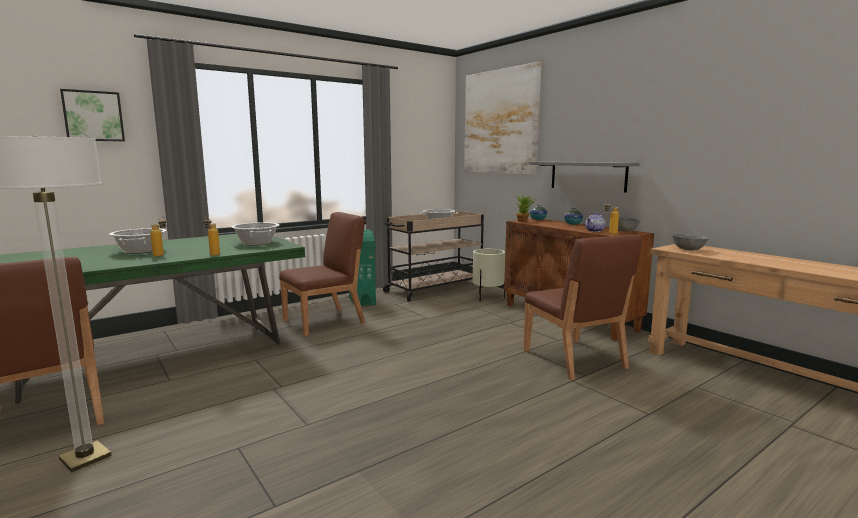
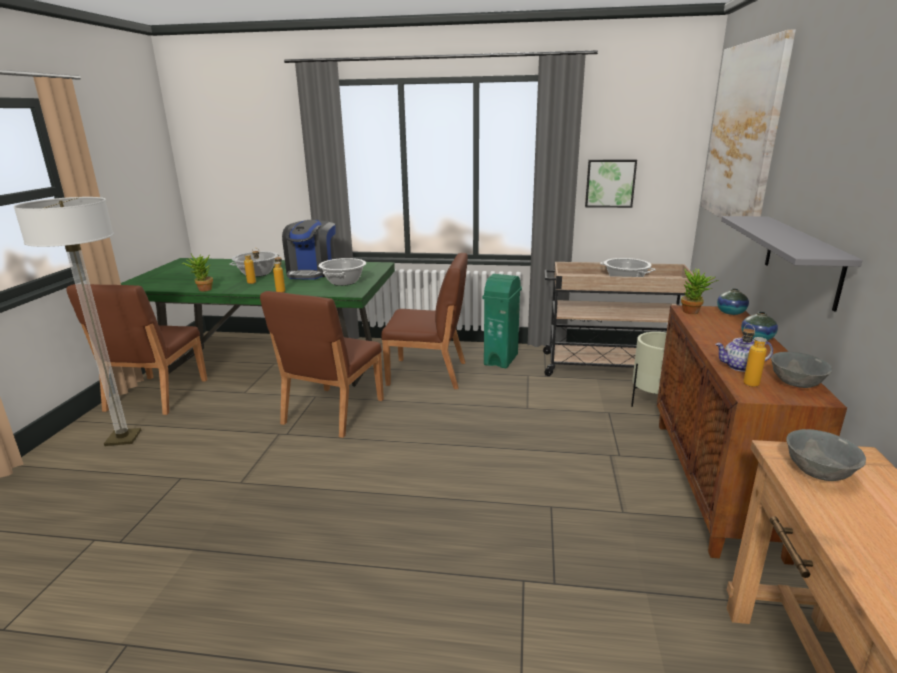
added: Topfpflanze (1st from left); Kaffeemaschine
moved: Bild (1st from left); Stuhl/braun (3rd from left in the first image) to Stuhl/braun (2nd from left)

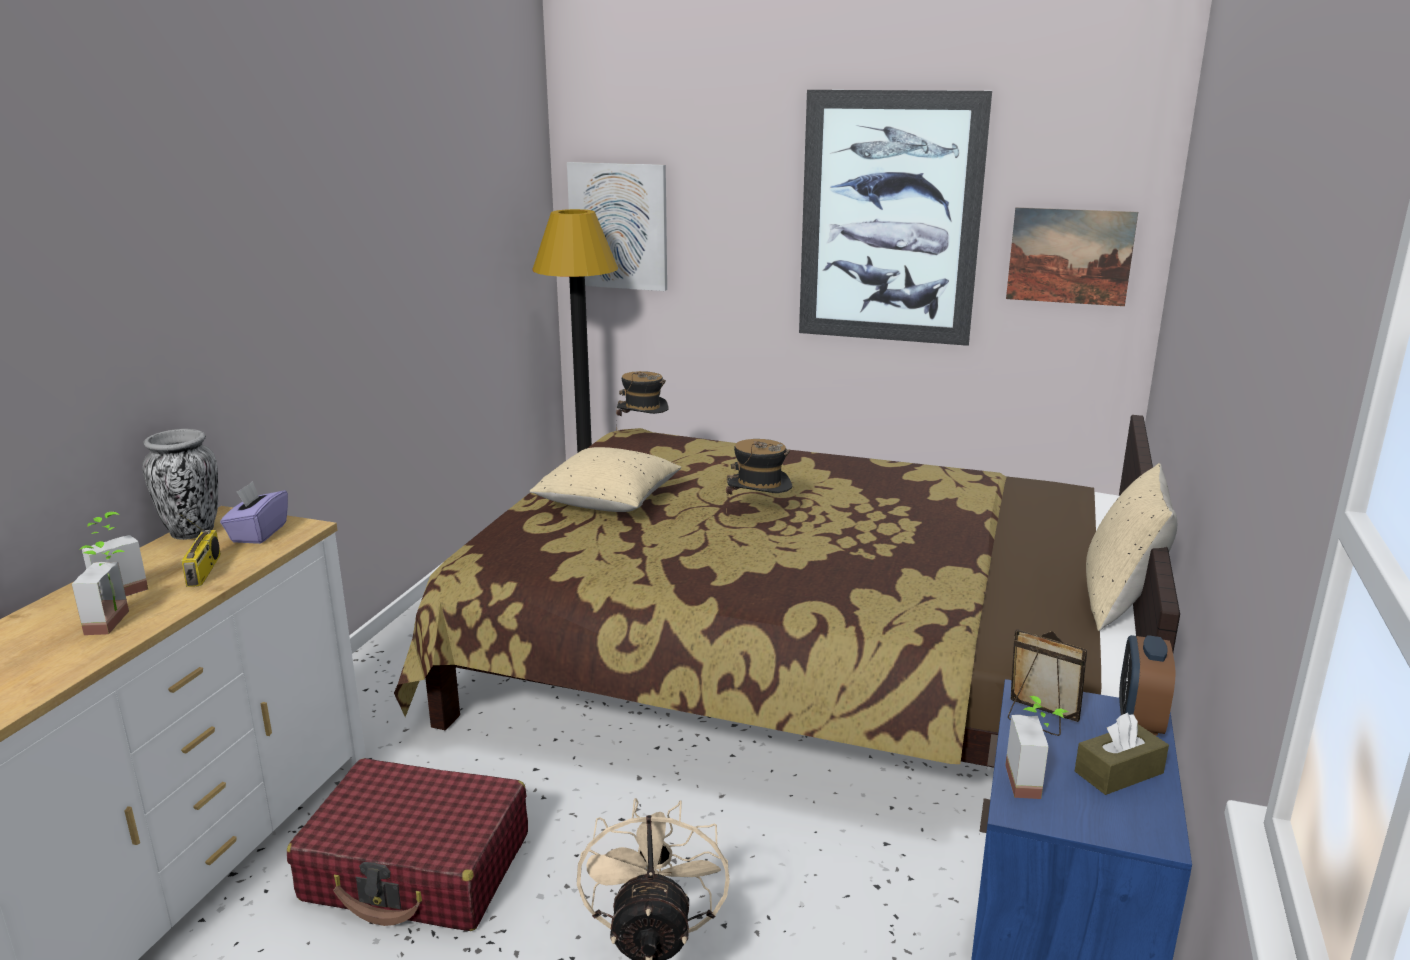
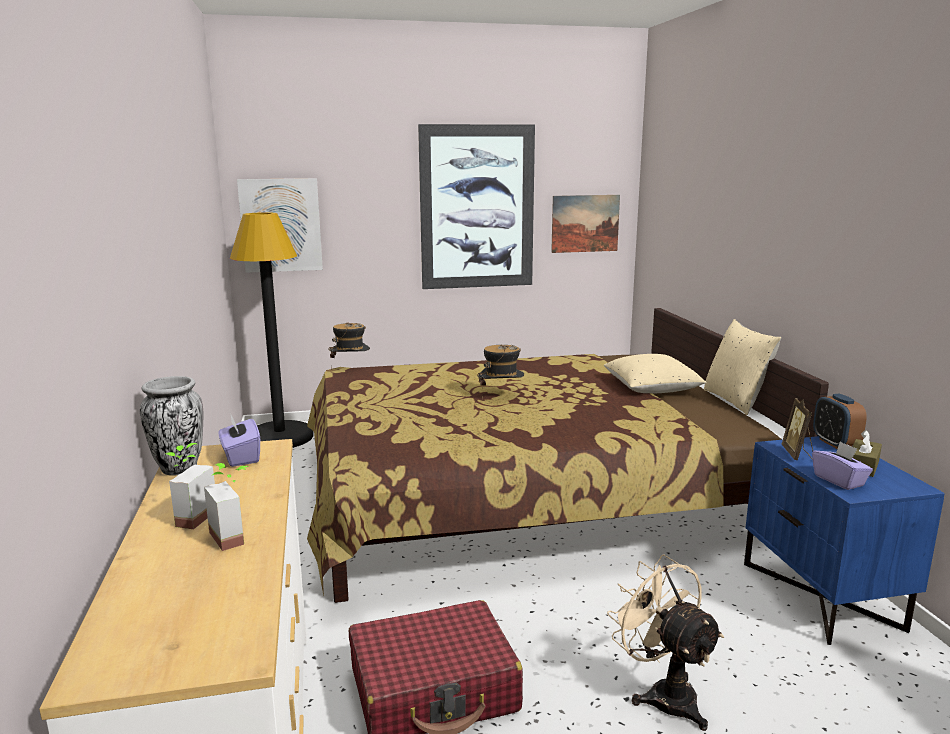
removed: Radio
moved: Kissen/beige (1st from left)
replaced: Topfpflanze (3rd from left) to Taschentuchbox/lila (2nd from left)
turned: Bilderrahmen 90 degrees counterclockwise

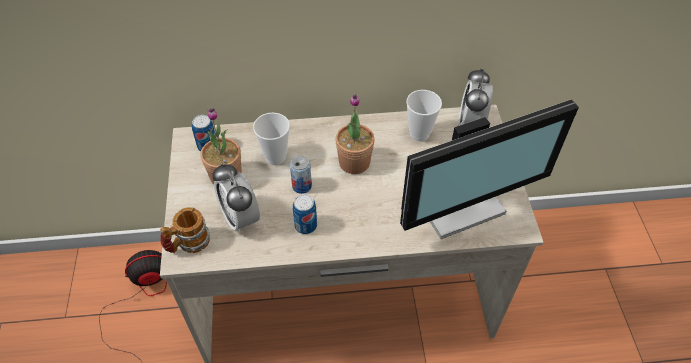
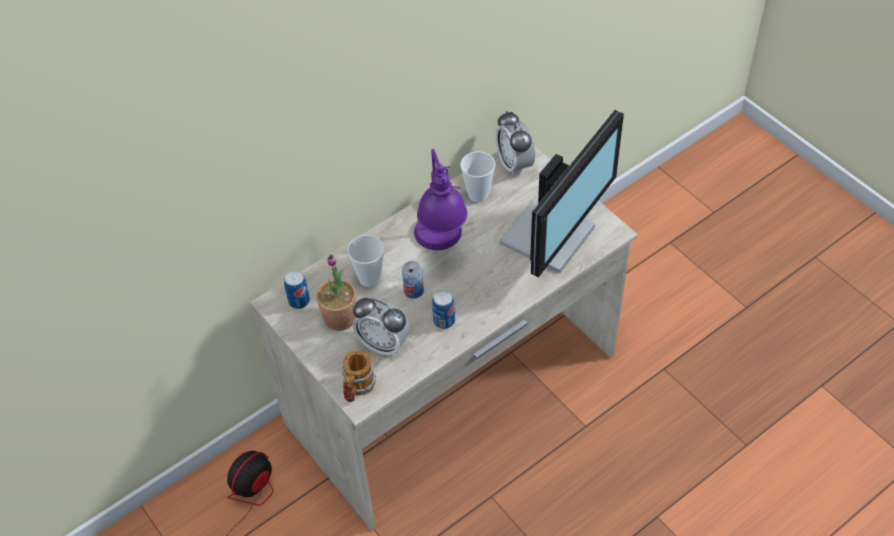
replaced: Topfpflanze (2nd from left) to Tischlampe/lila

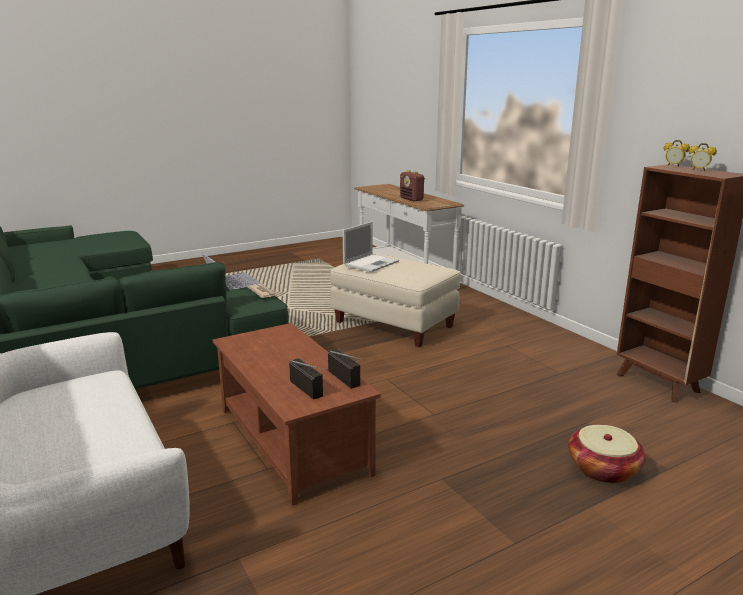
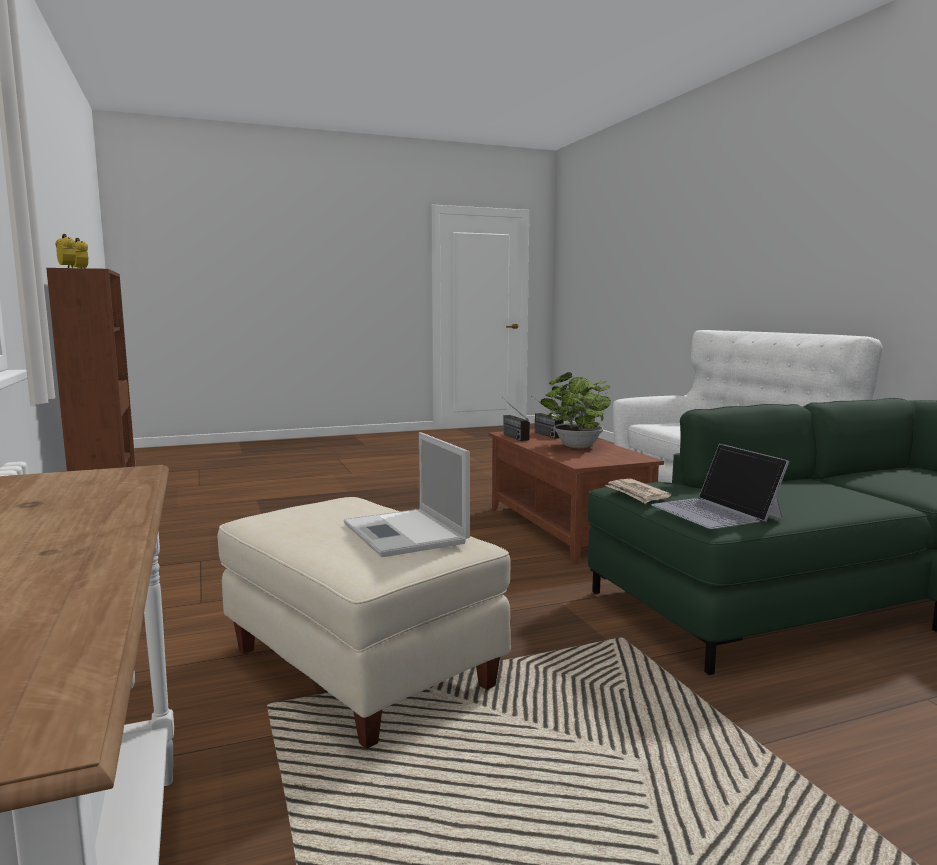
removed: Radio (3rd from left); Korb
added: Topfpflanze
turned: Laptop (2nd from left in the first image) 75 degrees counterclockwise

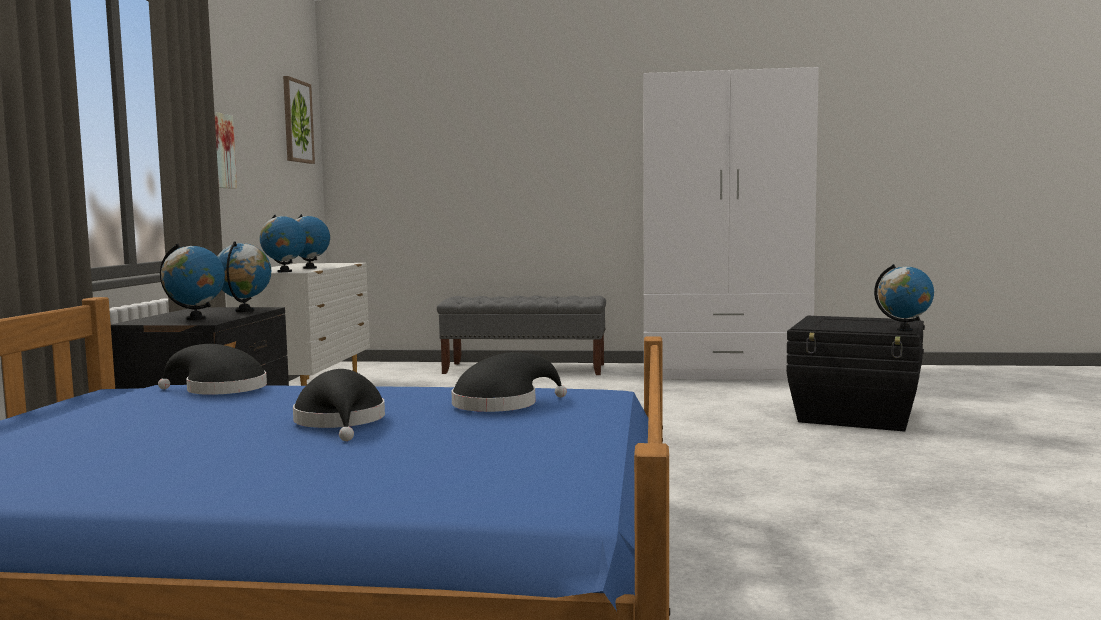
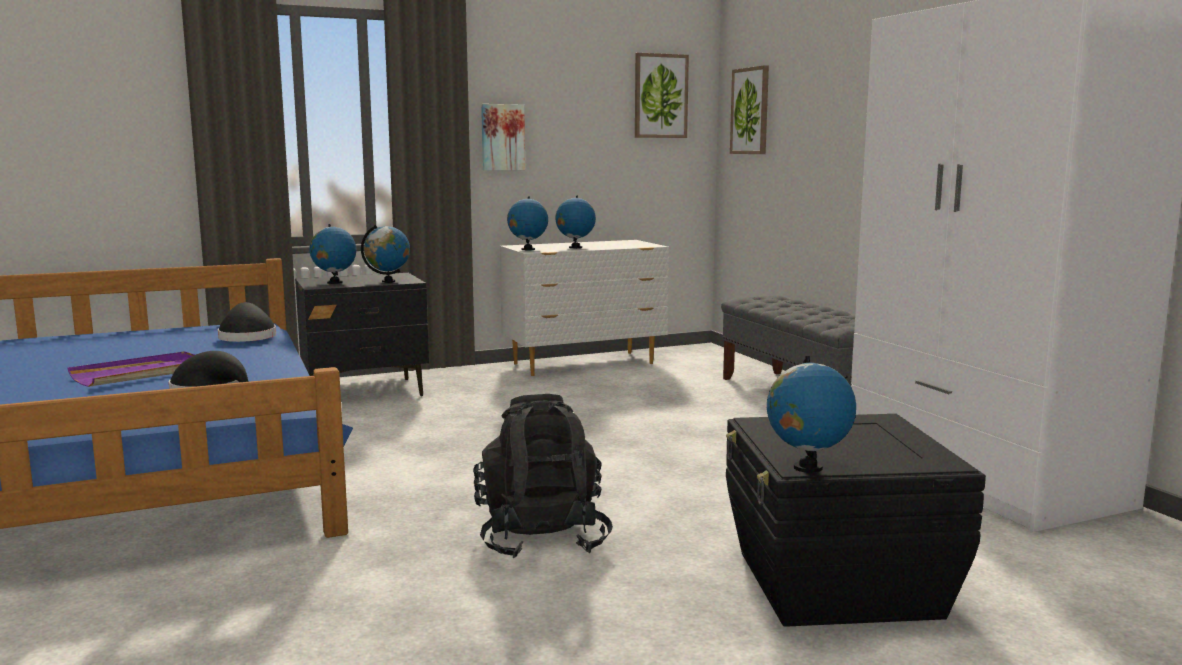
added: Rucksack/schwarz; Bild (3rd from left)
replaced: Hut/schwarz (2nd from left) to Tablett/lila

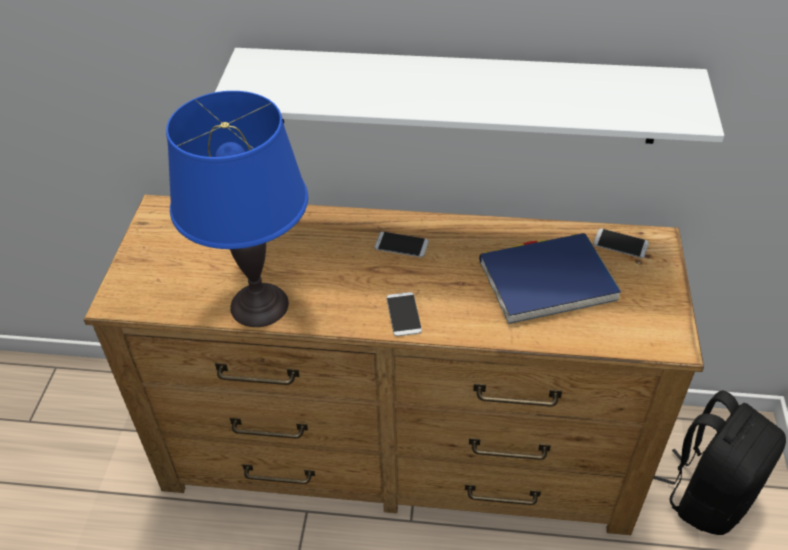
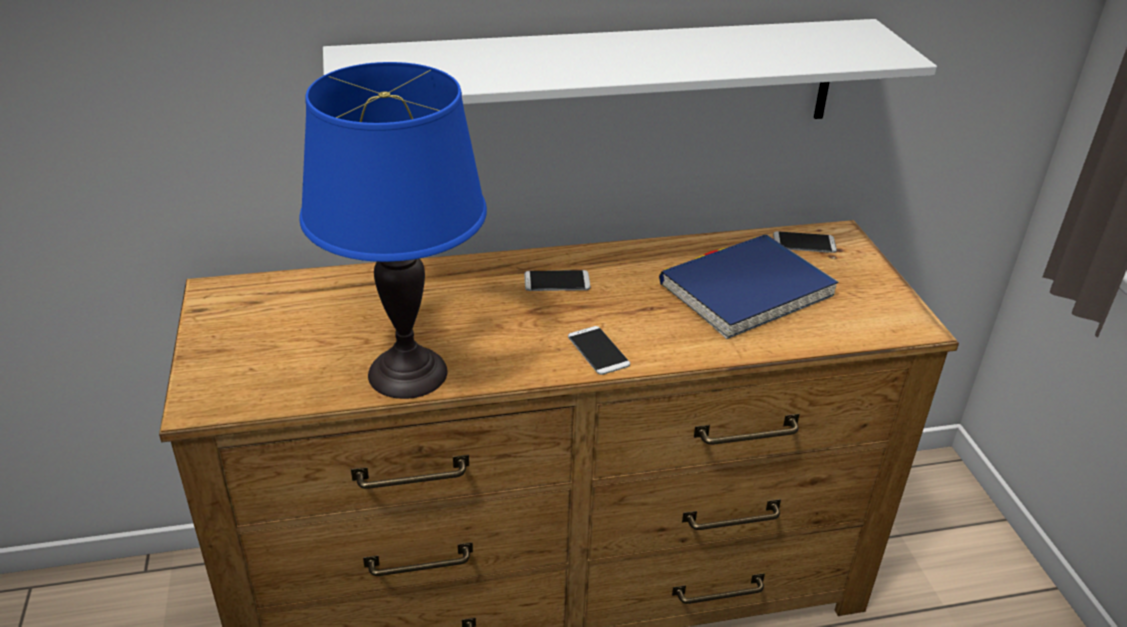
removed: Rucksack/schwarz

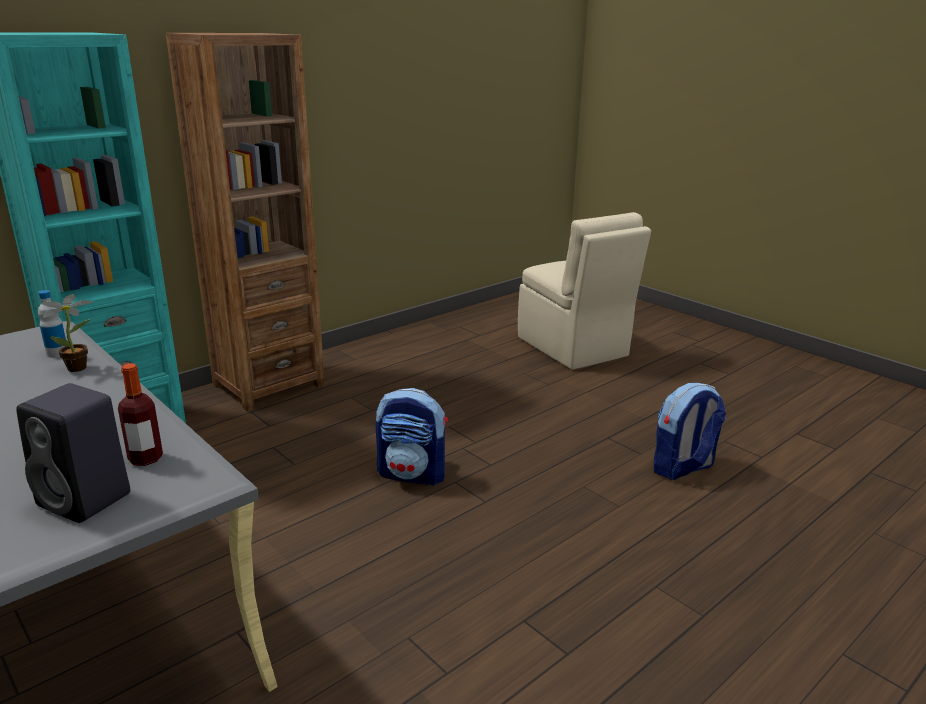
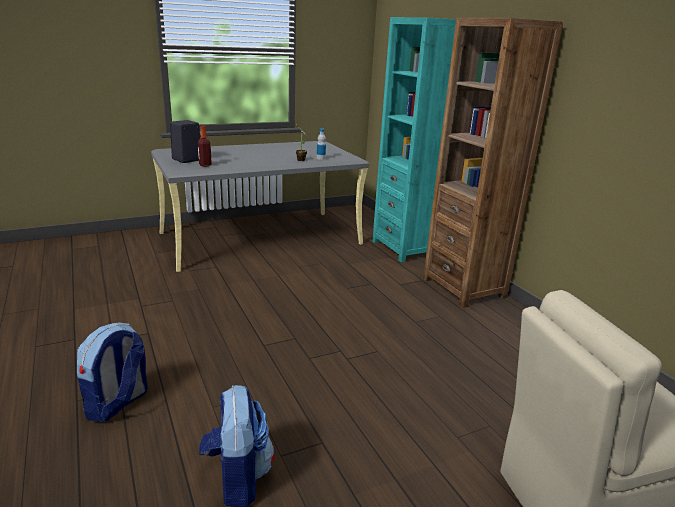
moved: Rucksack (1st from left)

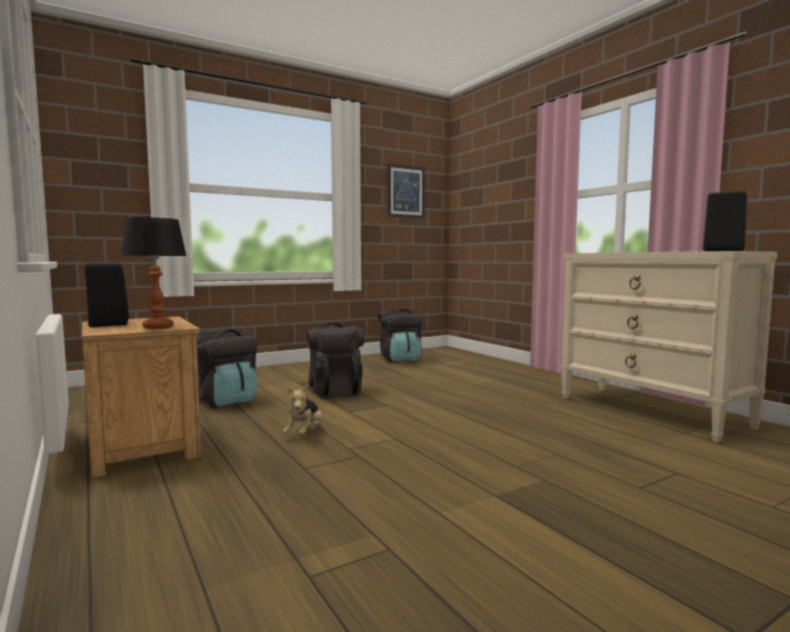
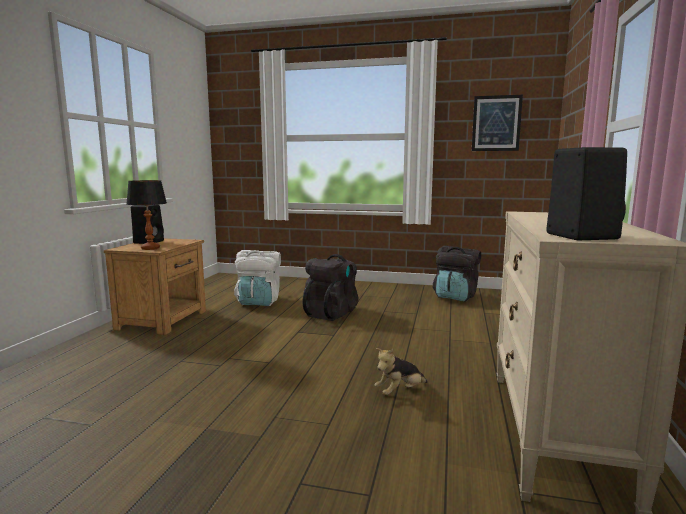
moved: Plüschtier
recoloured: Rucksack/schwarz (1st from left) to Rucksack/weiß

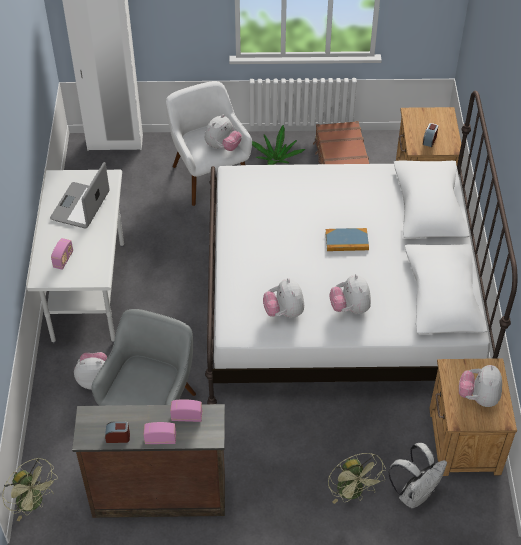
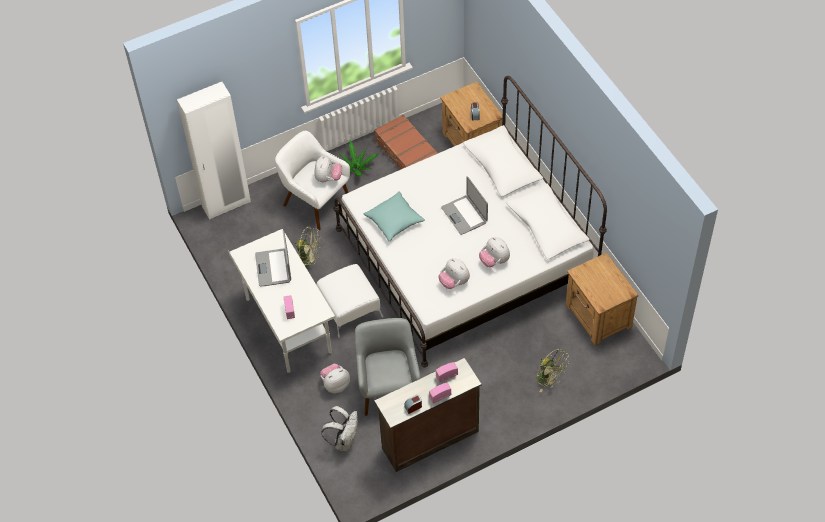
removed: Plüschtier (5th from left)
added: Polsterhocker/weiß; Kissen/türkis
moved: Ventilator/grün (1st from left); Rucksack/weiß
replaced: Buch to Laptop (2nd from left)

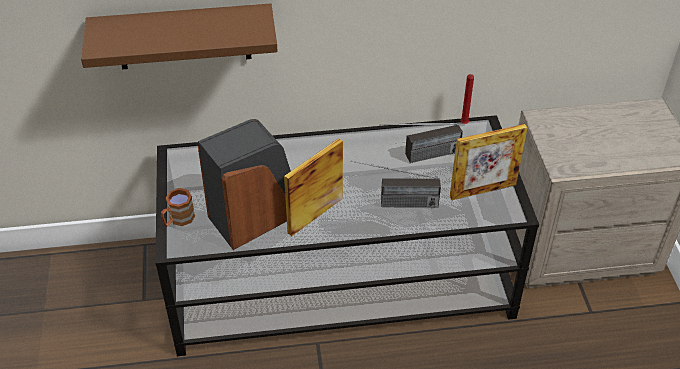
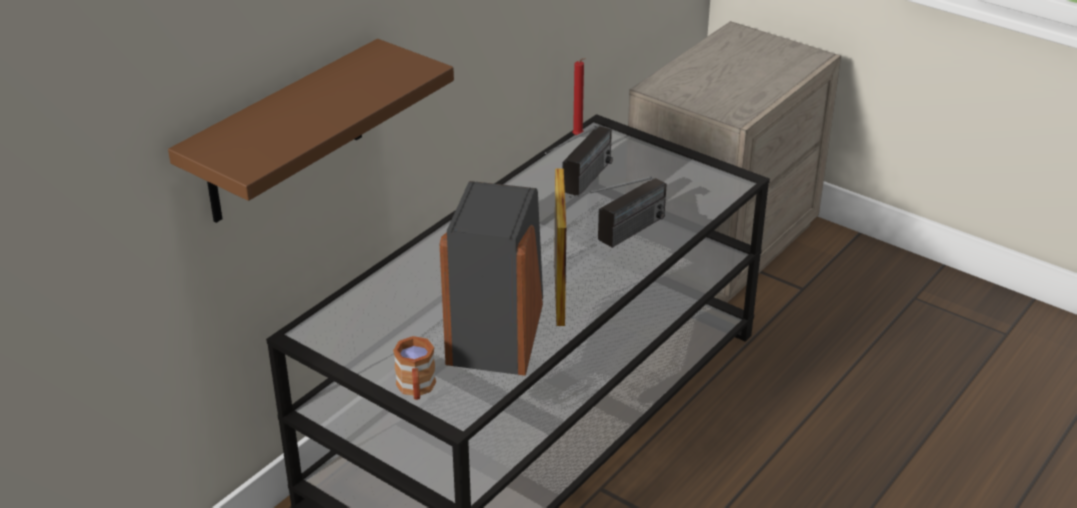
removed: Bilderrahmen (2nd from left)

